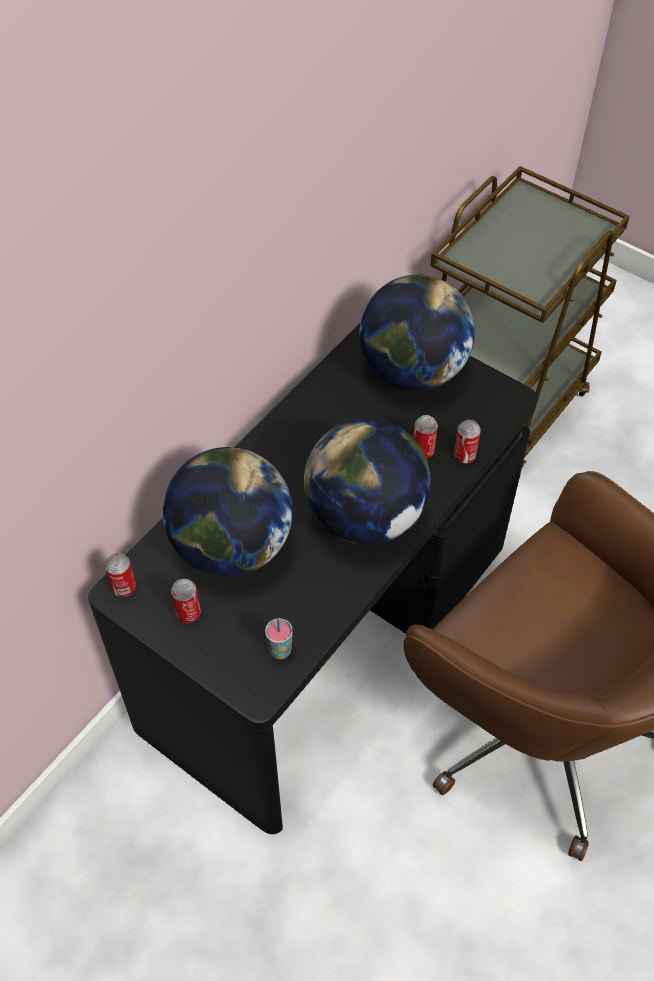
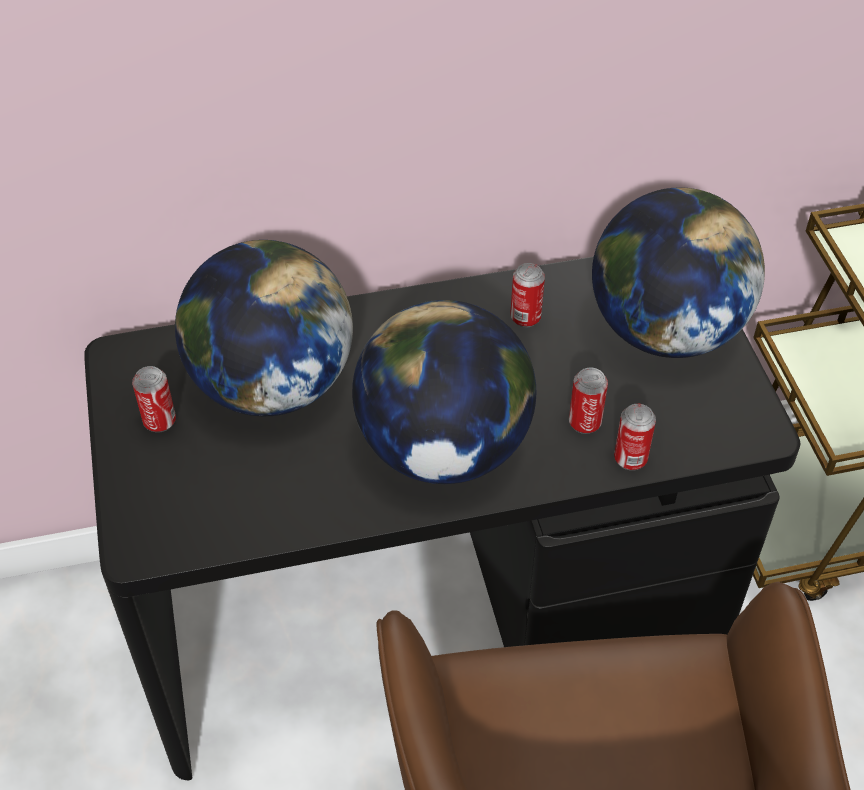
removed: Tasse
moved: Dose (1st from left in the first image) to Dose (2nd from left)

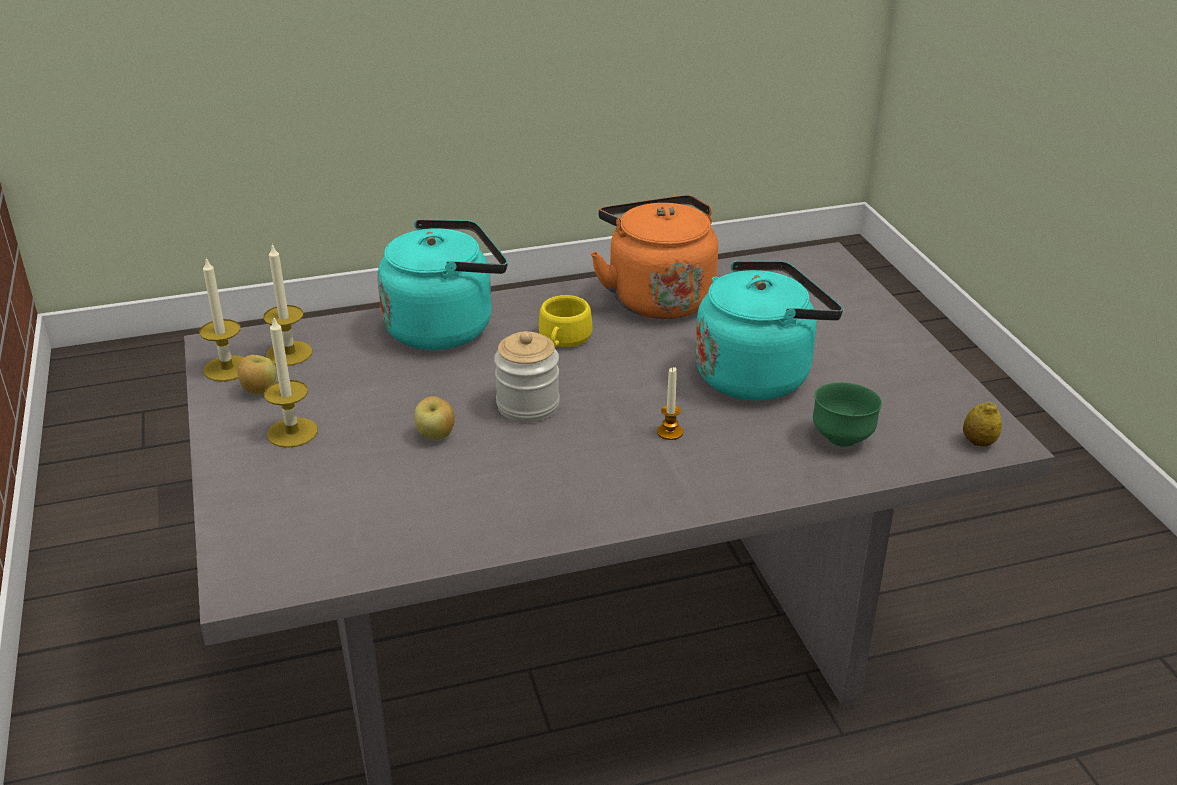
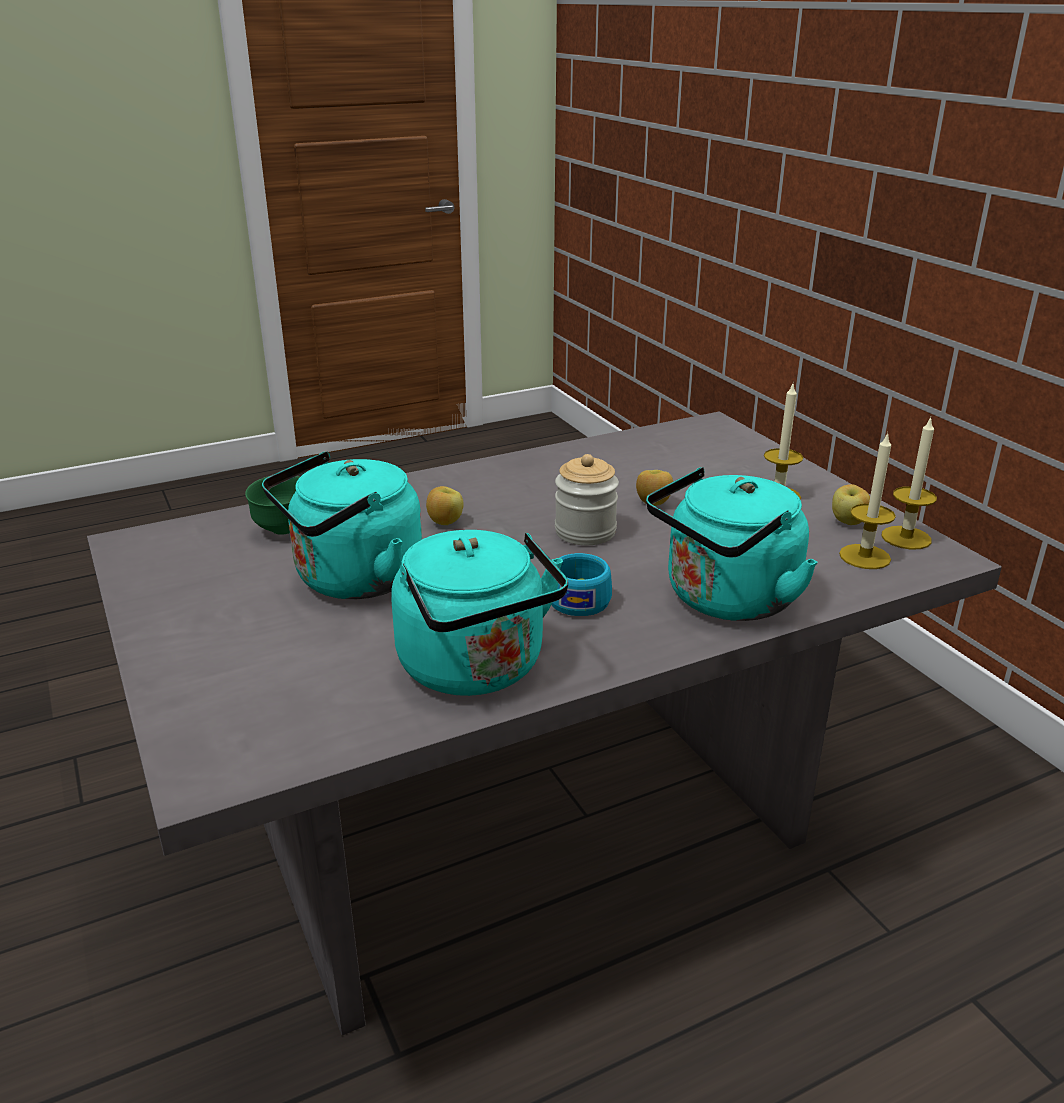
removed: Zitrone
replaced: Kerze (4th from left) to Apfel (1st from left)
recoloured: Tasse/gelb to Tasse/türkis; Wasserkessel/orange to Wasserkessel/türkis (2nd from left)

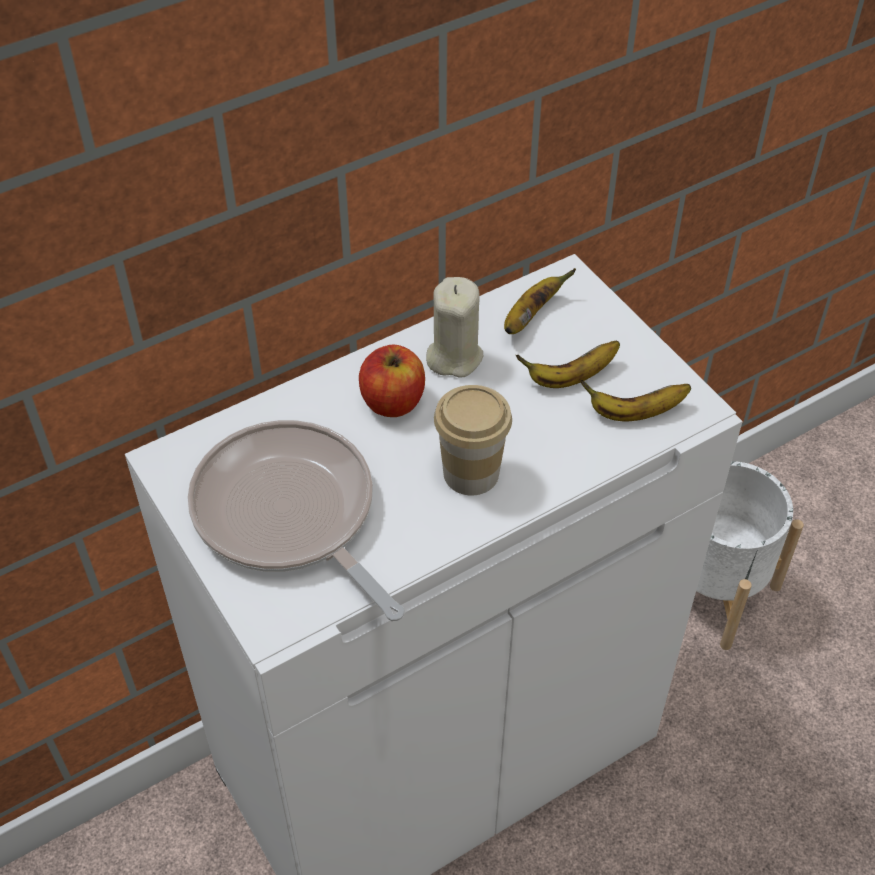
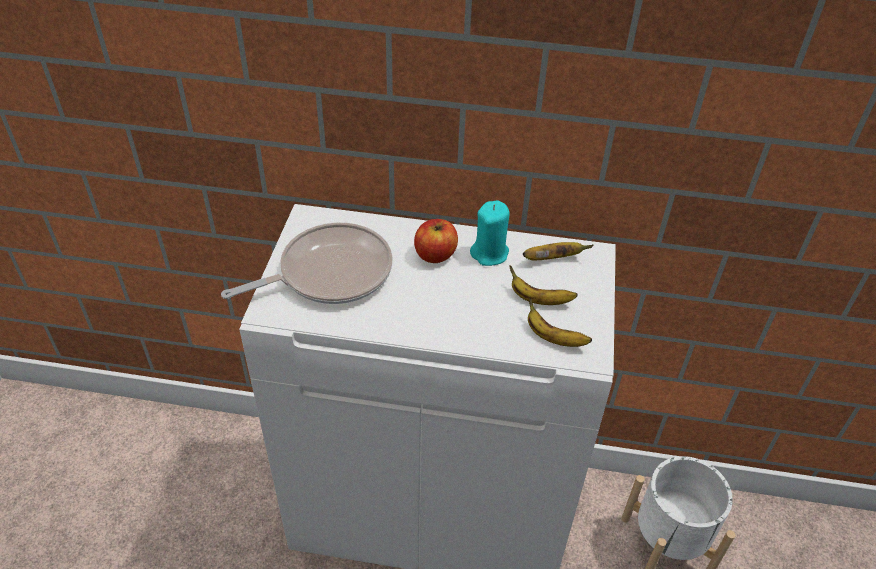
removed: Tasse
recoloured: Kerze/beige to Kerze/türkis
turned: Pfanne 60 degrees clockwise

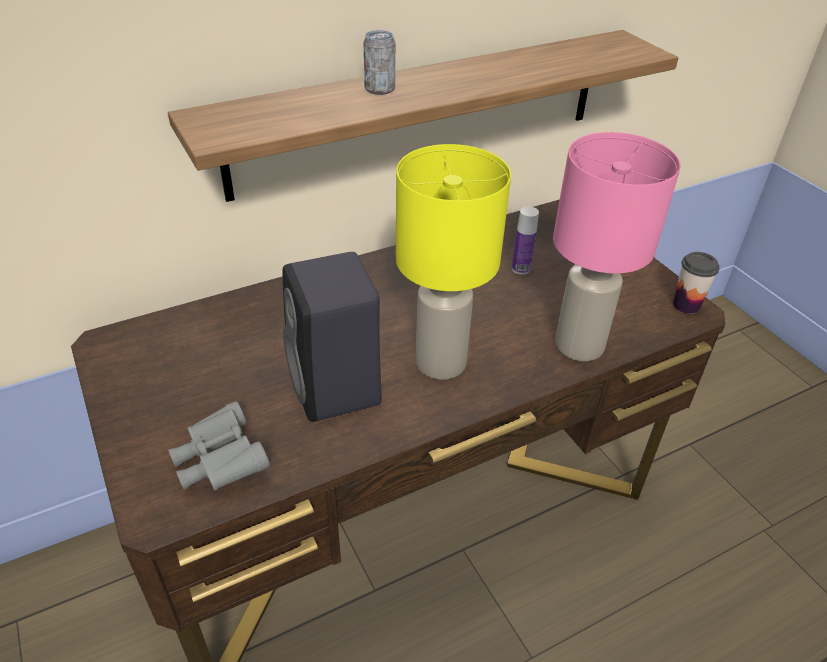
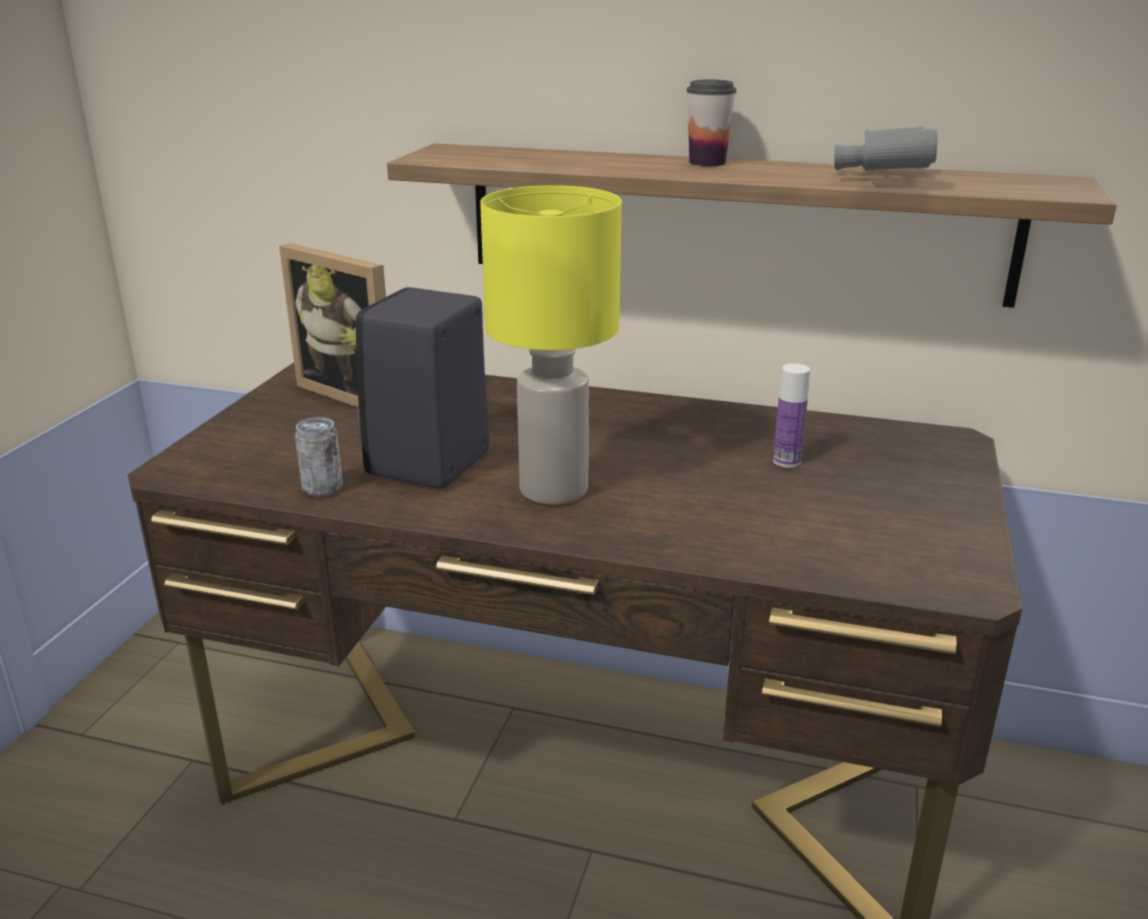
removed: Tischlampe/rosa
added: Bilderrahmen
moved: Fernglas/grau; Dose; Tasse

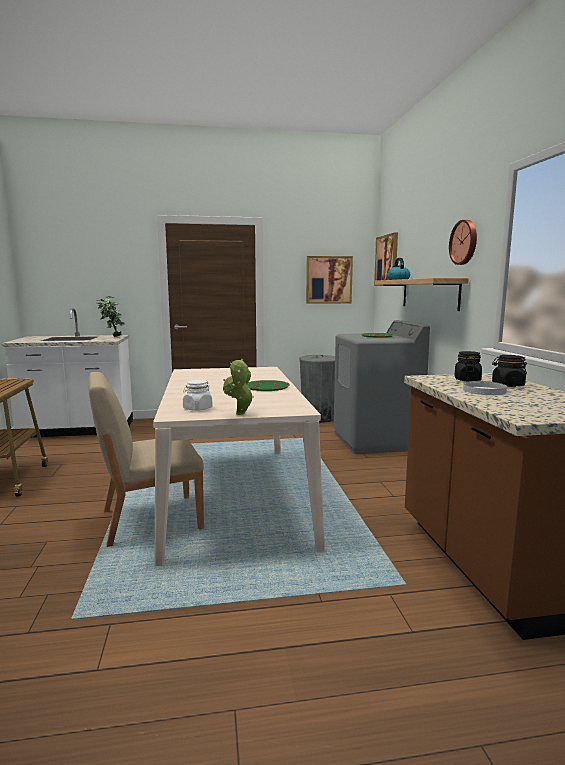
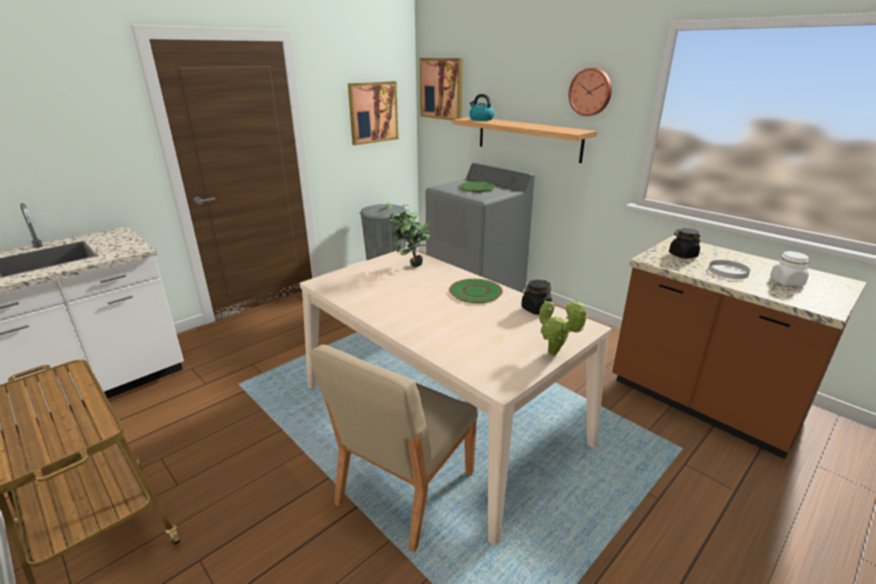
moved: Topfpflanze (1st from left); Vorratsglas/weiß; Vorratsglas/schwarz (2nd from left in the first image) to Vorratsglas/schwarz (1st from left)

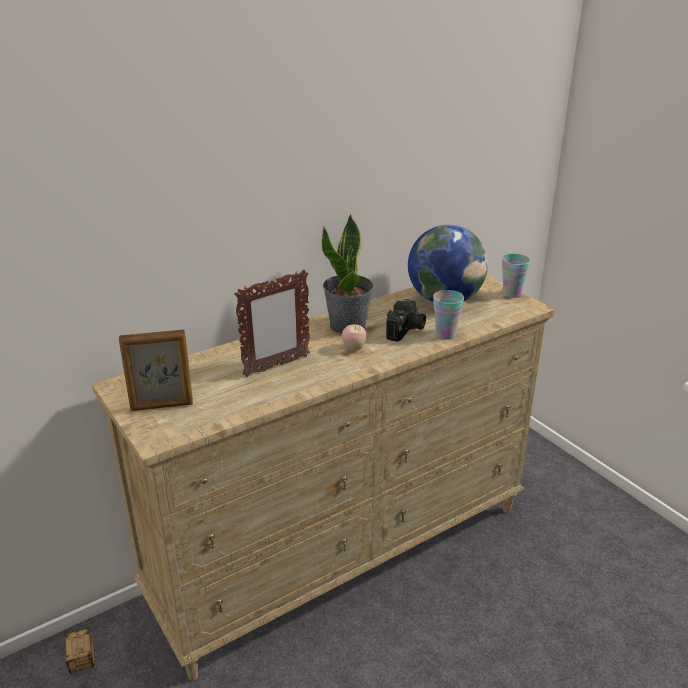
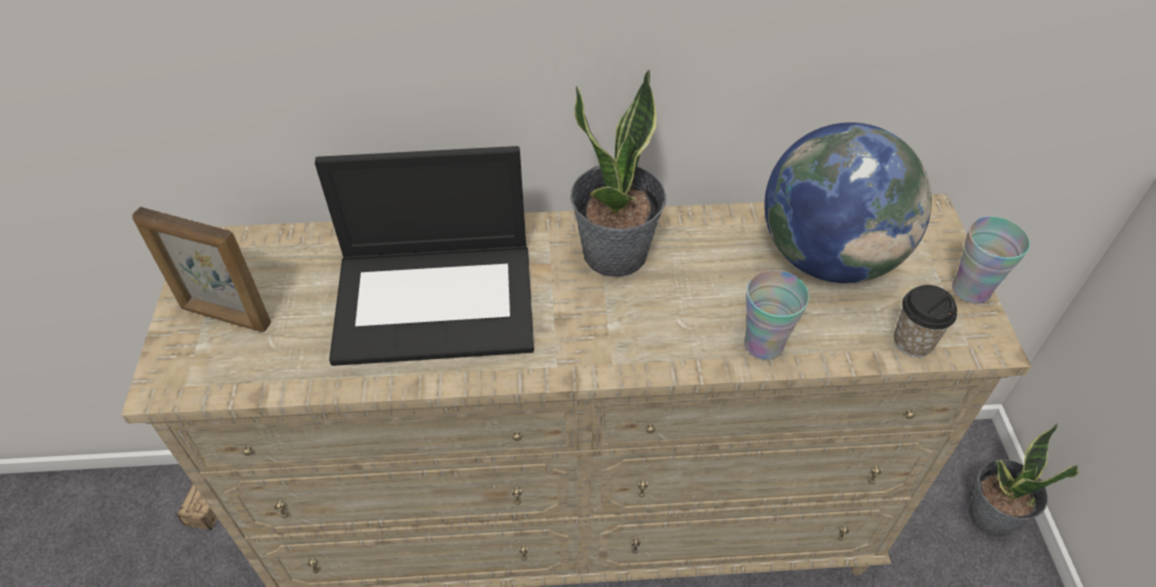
removed: Apfel; Kamera
added: Tasse (2nd from left); Topfpflanze (2nd from left)
replaced: Bilderrahmen (2nd from left) to Laptop

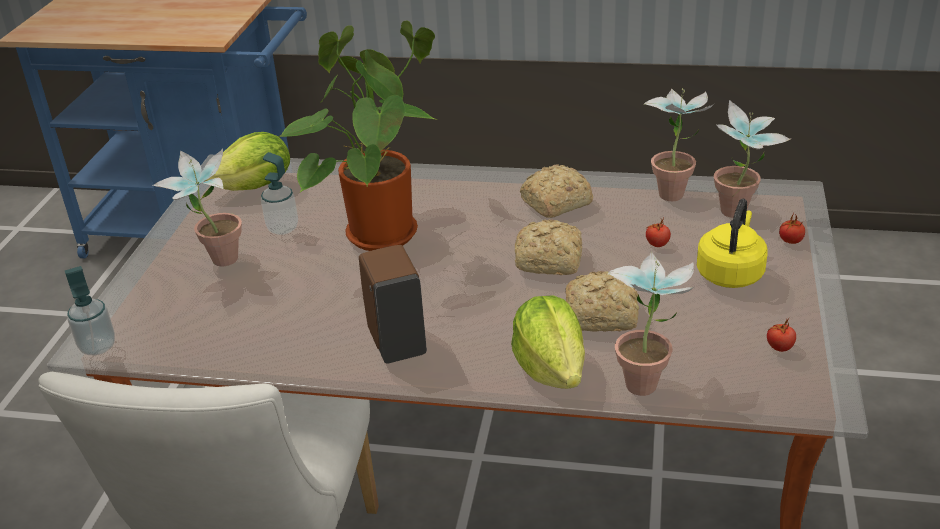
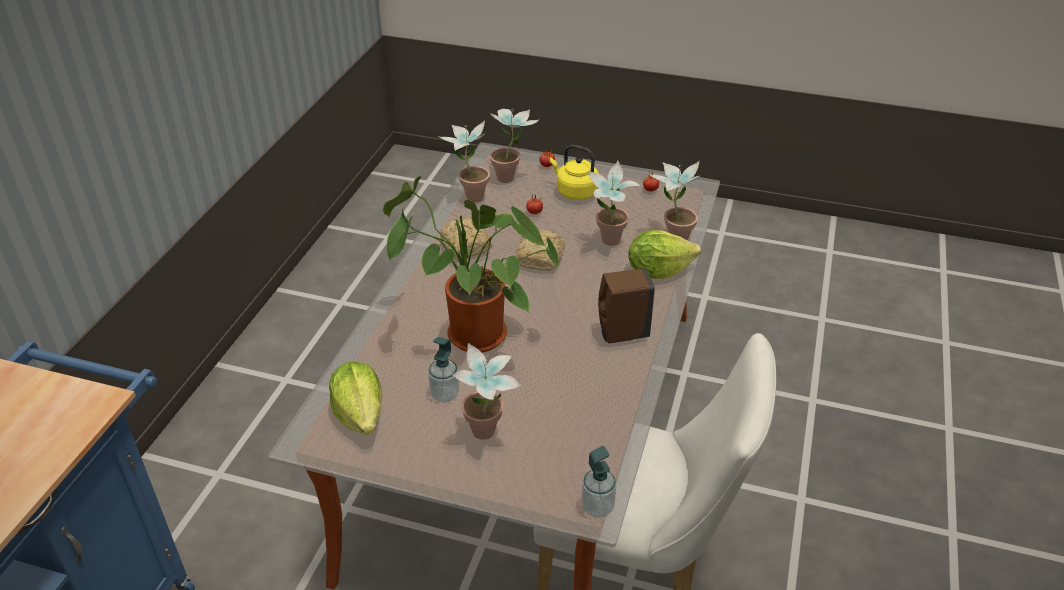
replaced: Brot (3rd from left) to Topfpflanze (5th from left)

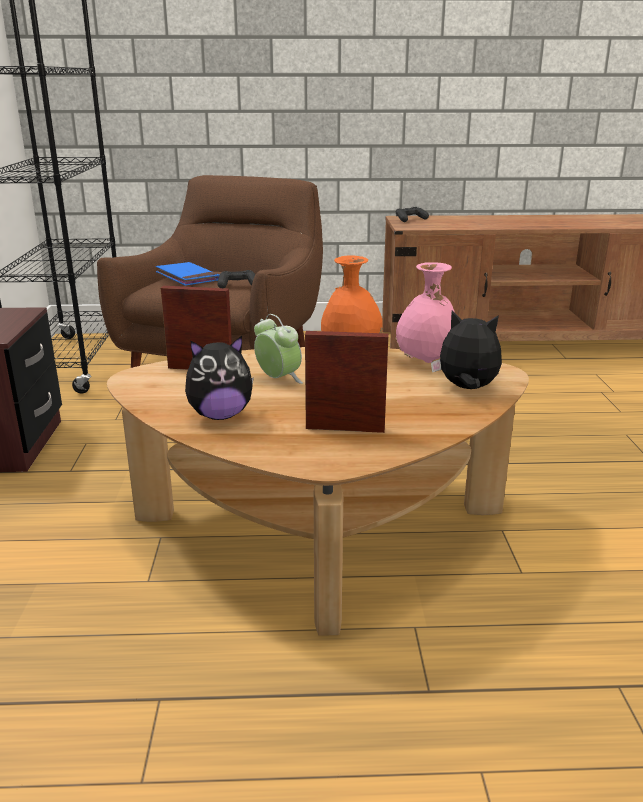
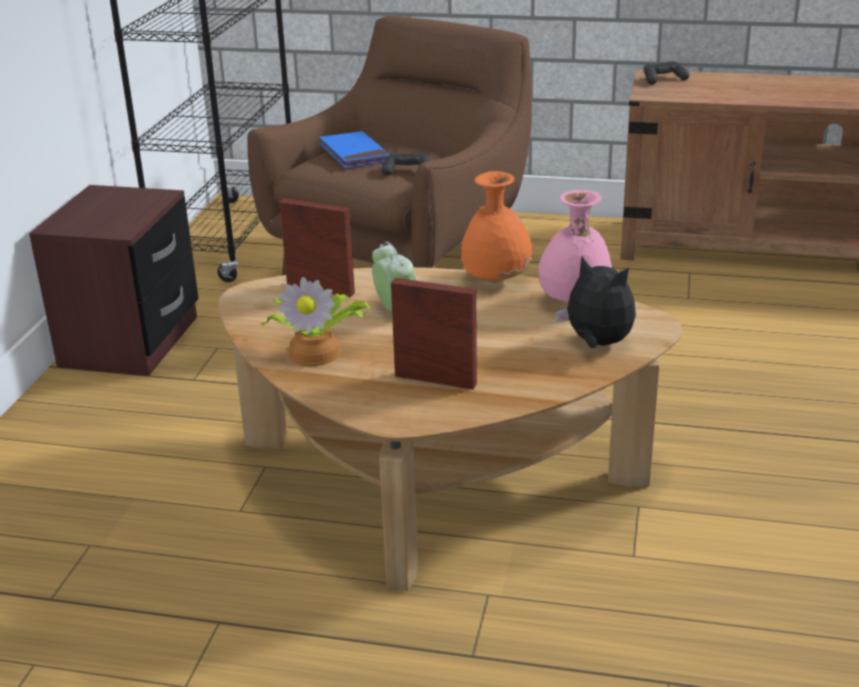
replaced: Plüschtier (1st from left) to Topfpflanze

